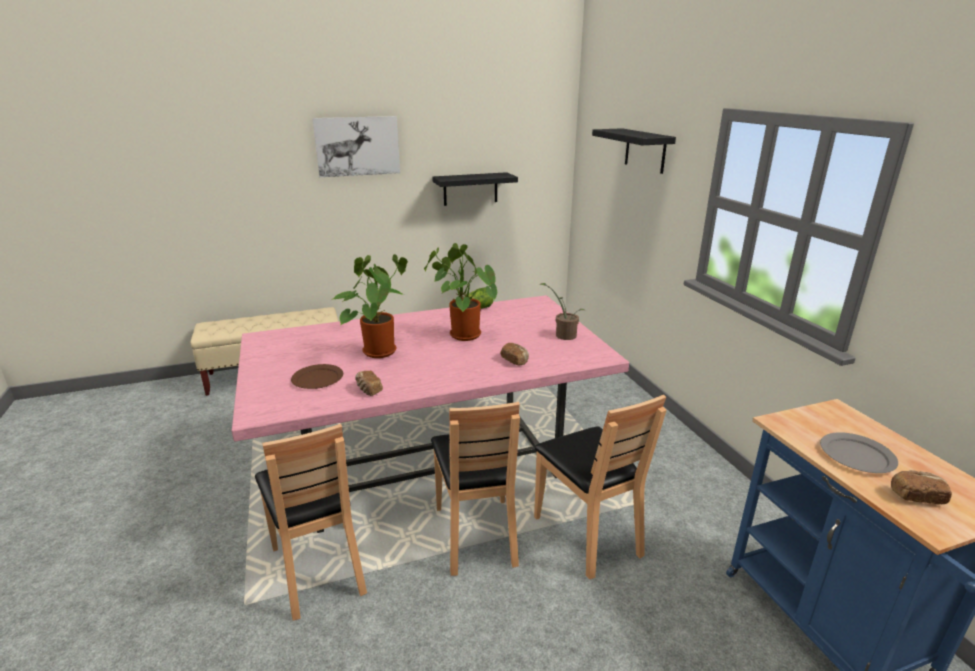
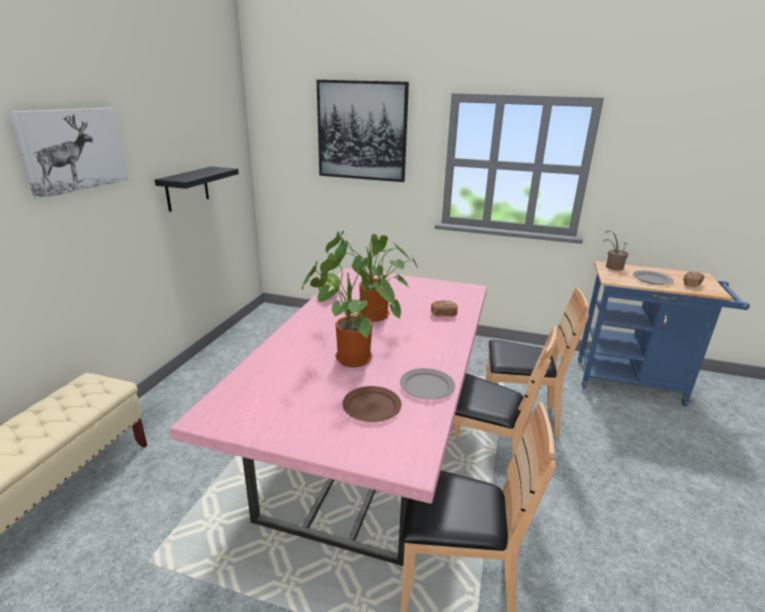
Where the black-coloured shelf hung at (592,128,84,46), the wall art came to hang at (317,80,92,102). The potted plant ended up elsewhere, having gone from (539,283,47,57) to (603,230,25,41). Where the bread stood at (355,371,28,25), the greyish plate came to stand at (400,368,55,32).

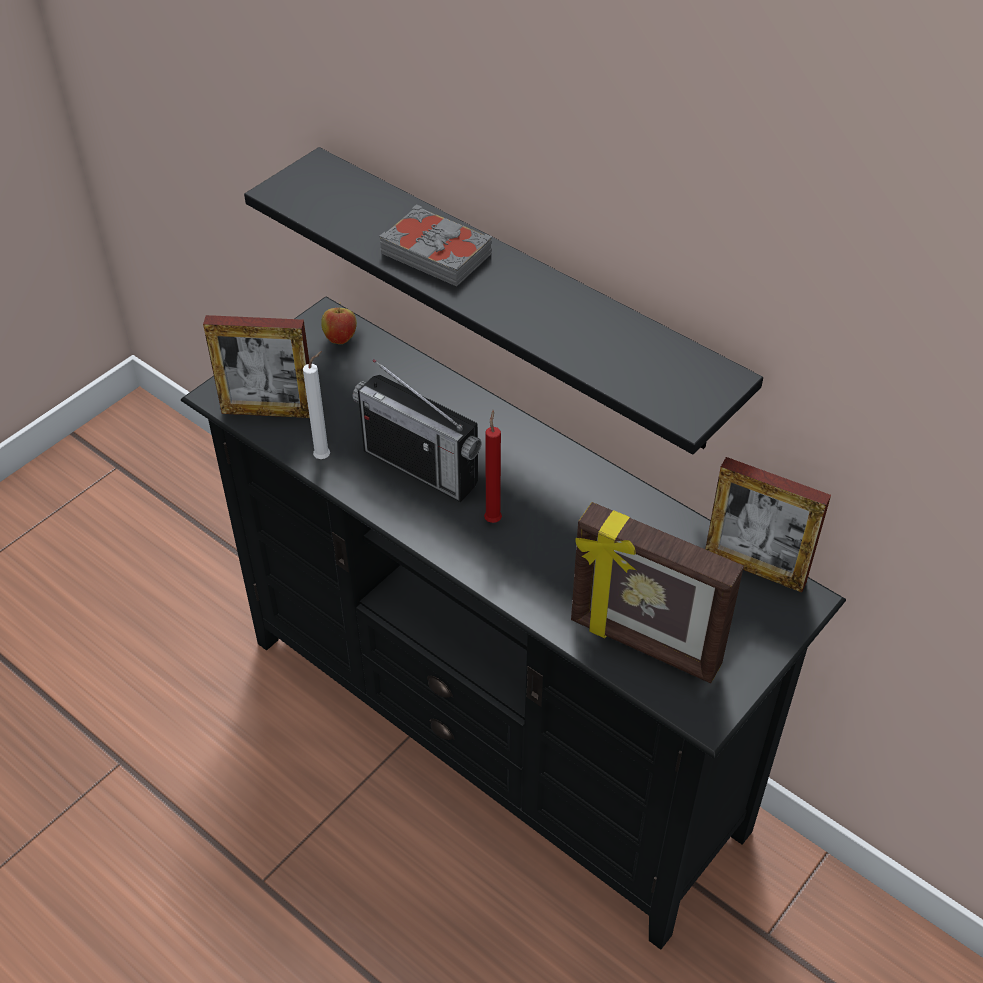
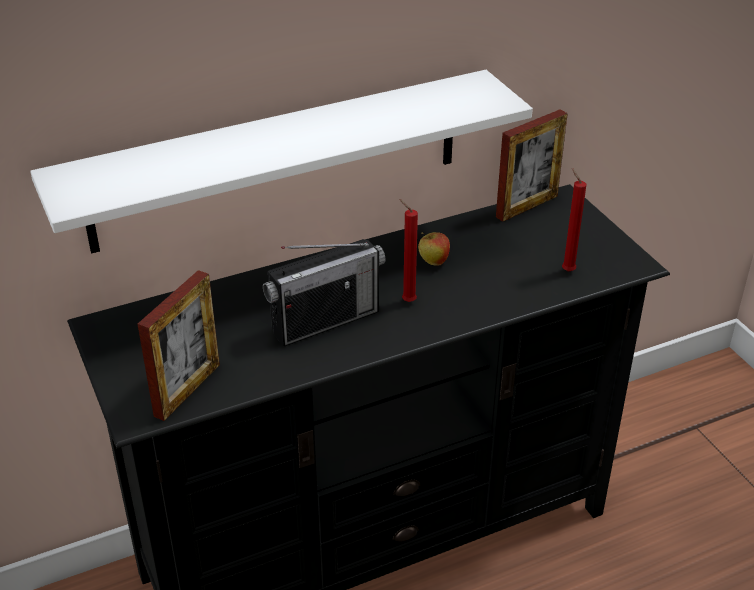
What was the black-coloured shelf at (244,147,519,307) turned into the whitish shelf at (30,70,503,184). The second view lost the greyish volume at (380,204,112,82). The apple ended up elsewhere, having gone from (321,302,36,42) to (418,232,32,34). The second view lost the whitish candle at (303,351,27,108). Where the photo frame stood at (571,502,173,181), the reddish candle came to stand at (562,168,24,104).

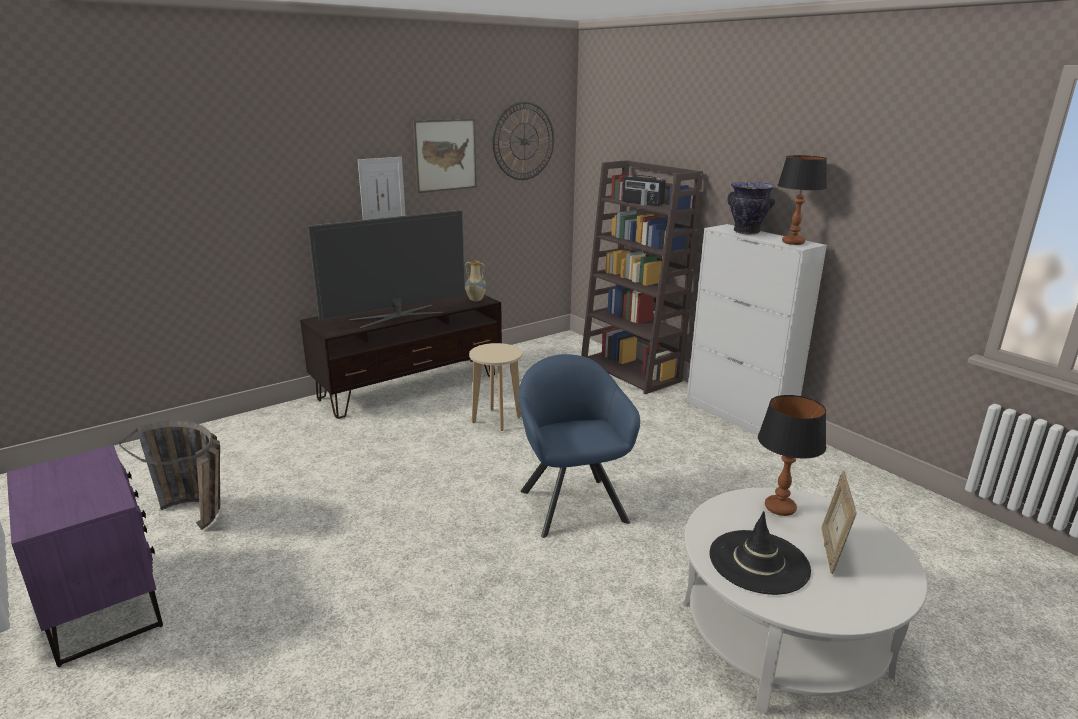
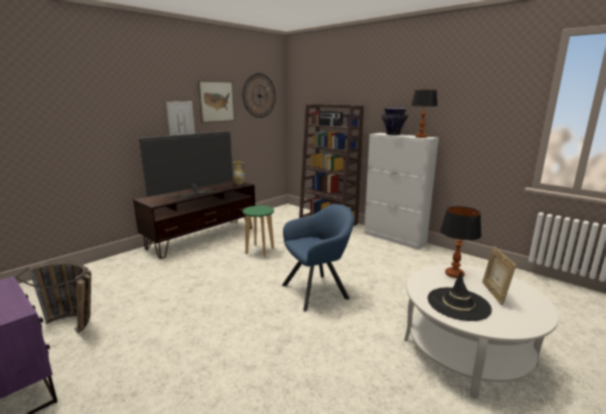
What was the beige stool at (469,343,53,88) turned into the green-coloured stool at (243,206,31,51). The blue armchair at (518,354,122,184) ended up facing another way, 90 degrees clockwise from before.

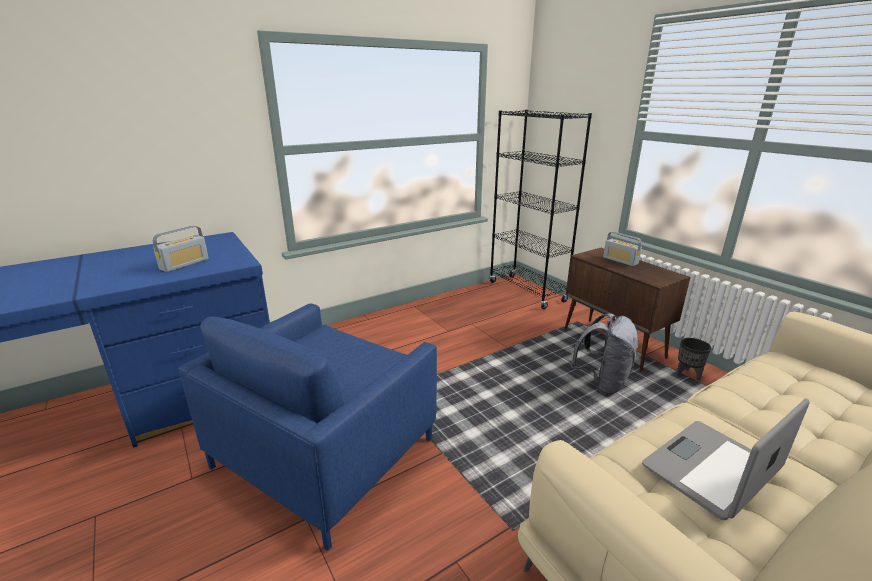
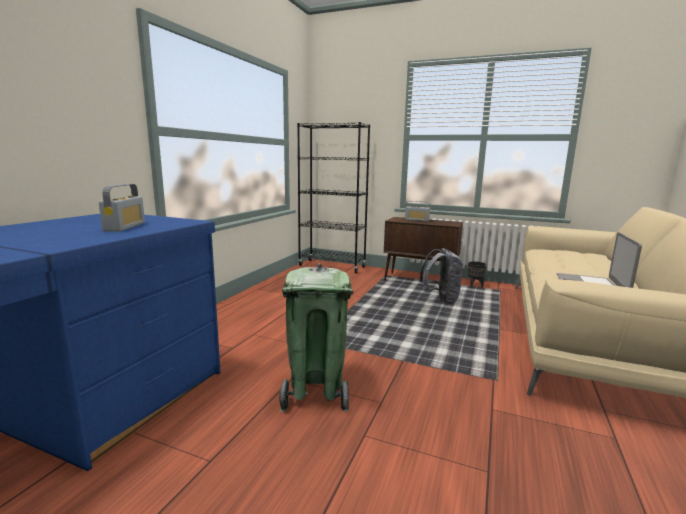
Where the blue armchair stood at (178,303,259,248), the green-coloured rubbish bin came to stand at (279,263,74,149).

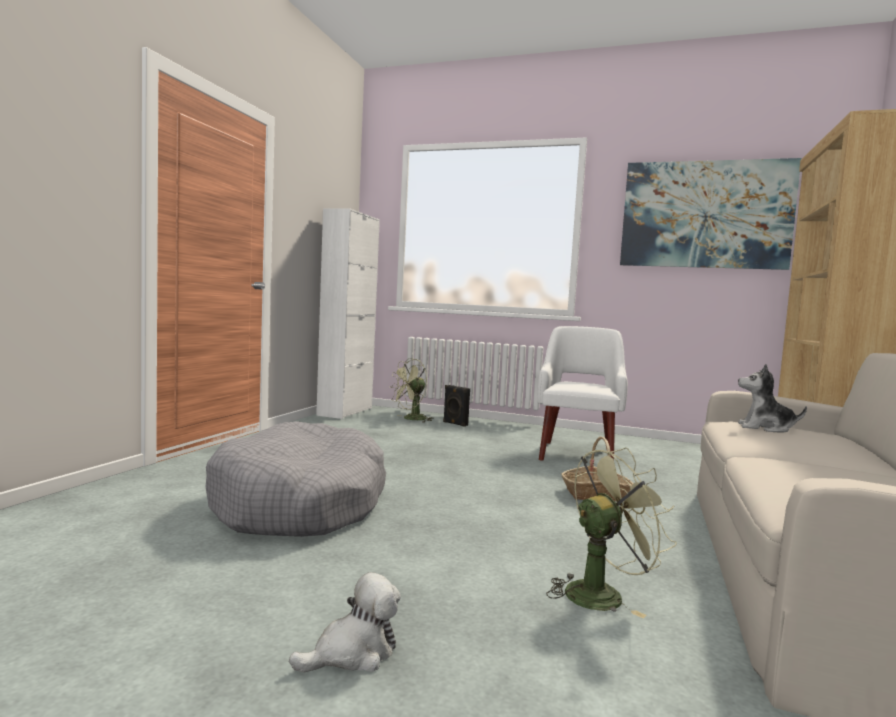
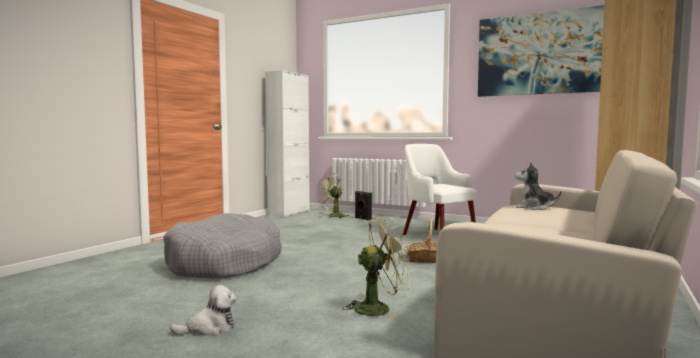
The whitish armchair at (537,326,91,135) ended up facing another way, 60 degrees counterclockwise from before.

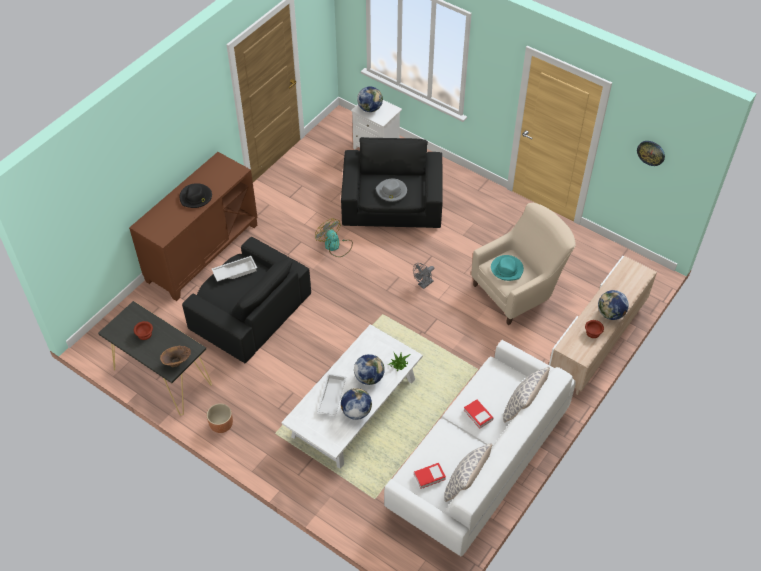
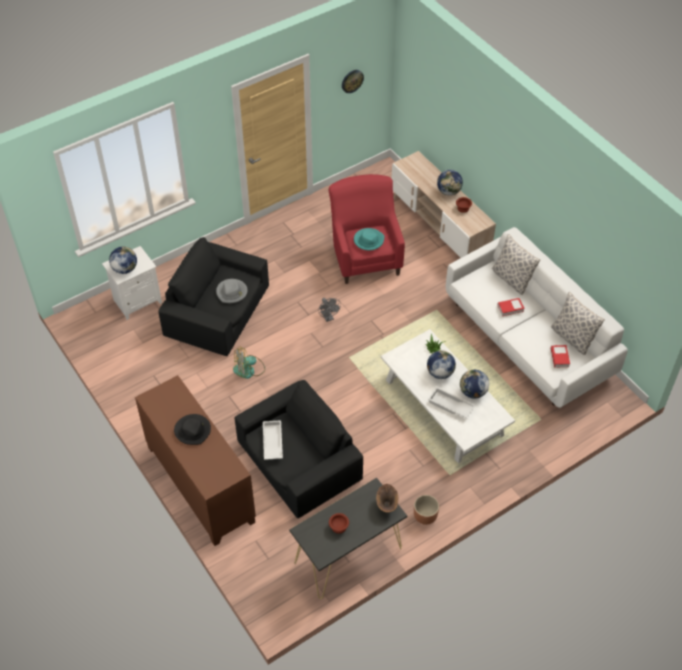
What was the beige armchair at (471,203,105,122) turned into the reddish armchair at (329,174,76,110).

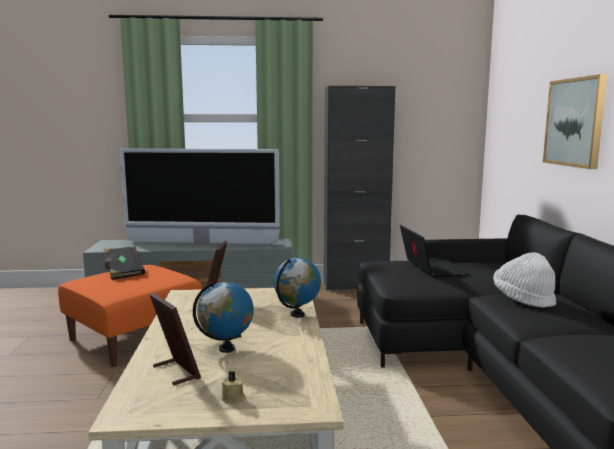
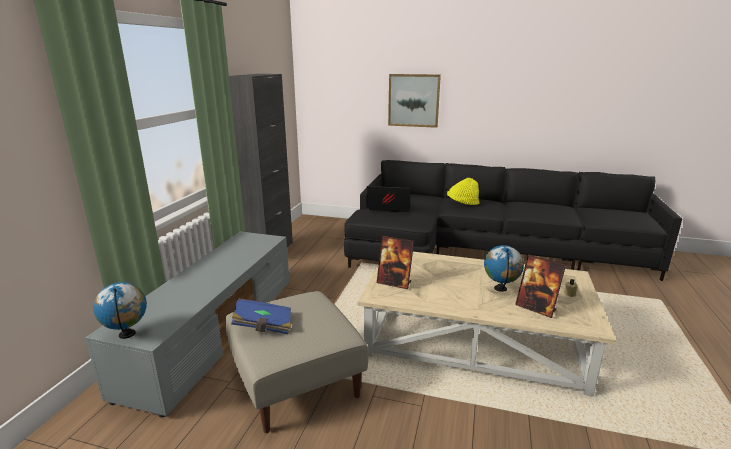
The second view lost the television at (120,149,160,95). What was the black-coloured volume at (104,246,41,34) turned into the blue volume at (231,298,60,36). What was the whitish wearable hat at (493,252,63,56) turned into the yellow wearable hat at (447,178,32,27). The globe ended up elsewhere, having gone from (274,258,47,59) to (93,282,54,57). What was the orange ottoman at (58,265,144,102) turned into the beige ottoman at (225,291,143,142). The photo frame at (149,293,52,93) ended up facing another way, 120 degrees counterclockwise from before.

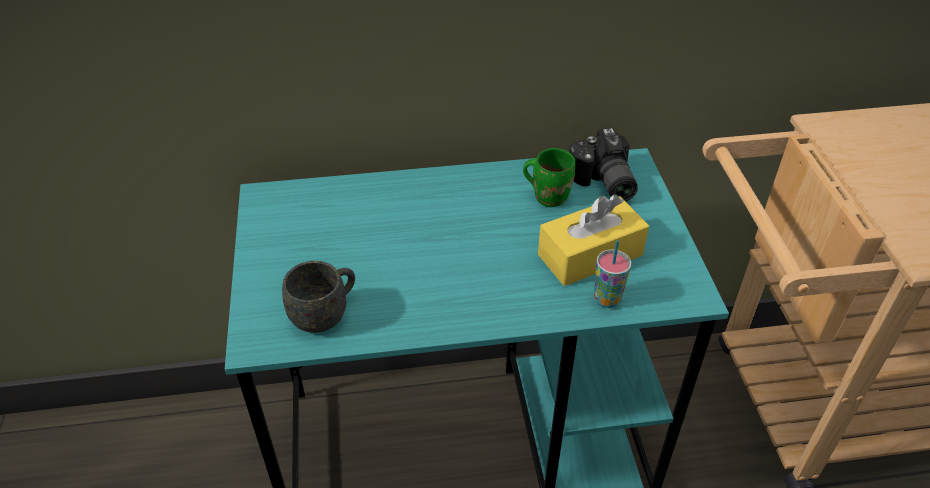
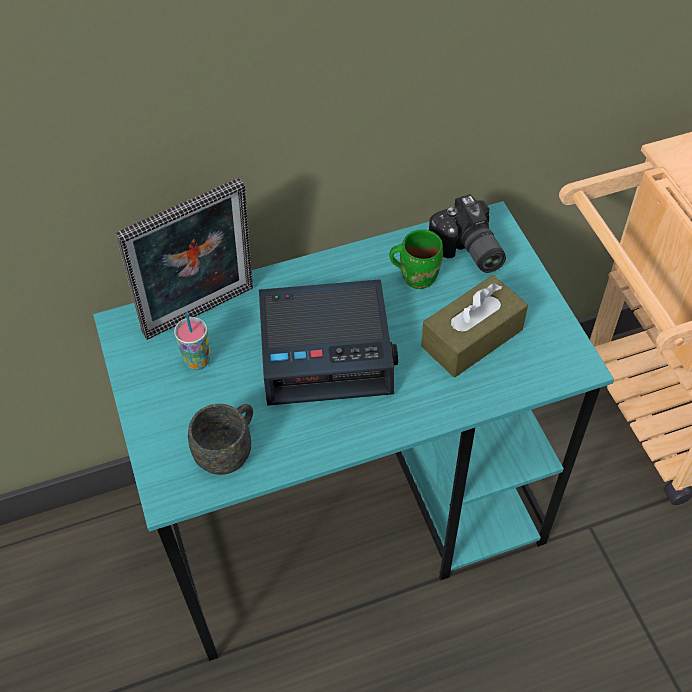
What was the yellow tissue box at (538,194,111,92) turned into the brown tissue box at (421,275,107,102). The drinking cup ended up elsewhere, having gone from (594,240,38,68) to (174,313,37,57). The second view gained the photo frame at (116,178,137,162). The second view gained the alarm clock at (259,279,139,127).

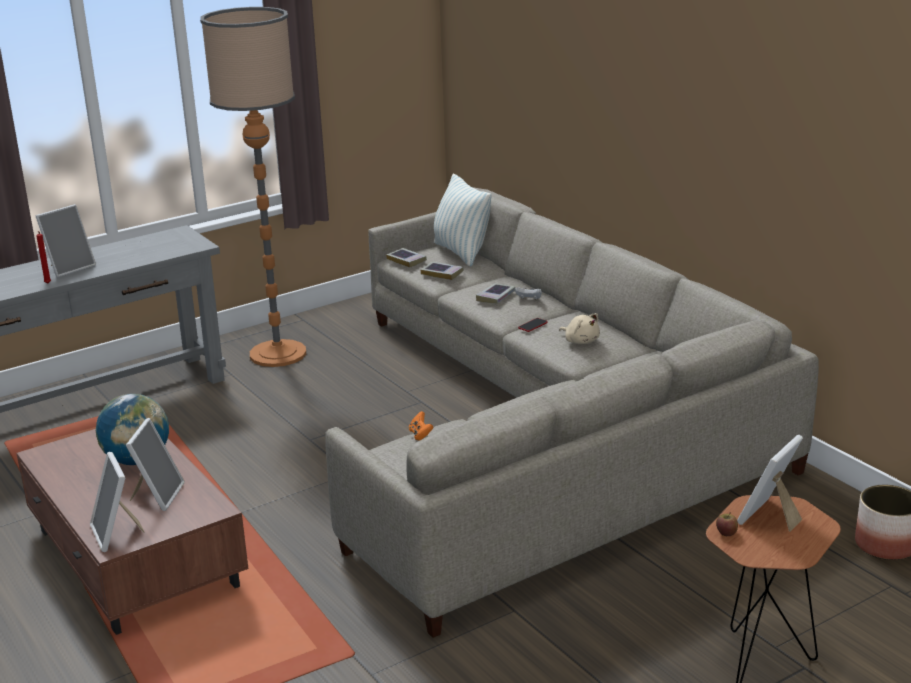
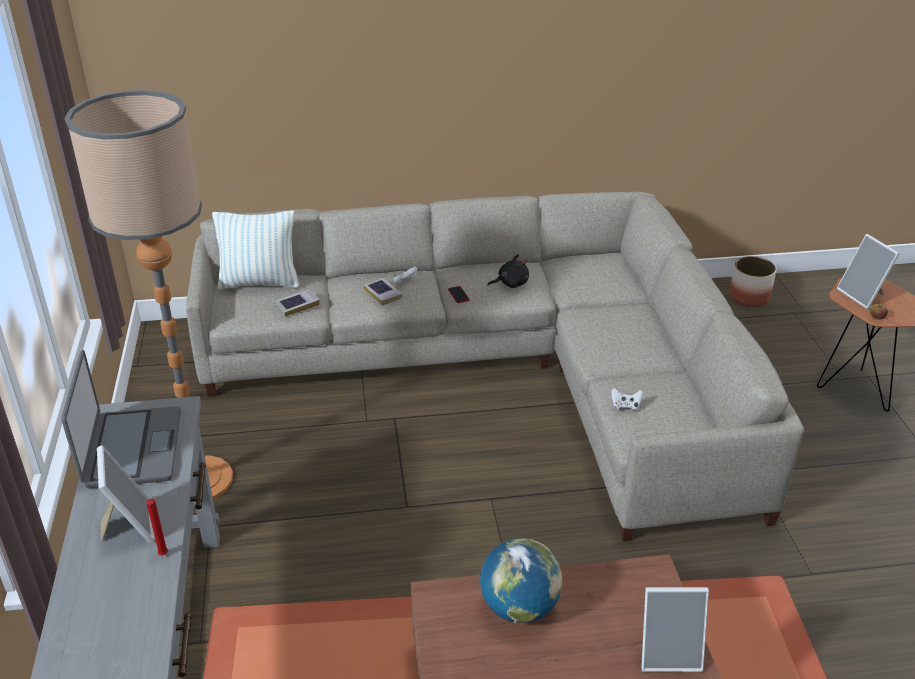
The second view lost the volume at (386,248,41,20). What was the beige soft toy at (559,313,41,31) turned into the black-coloured soft toy at (487,254,42,34). What was the orange joypad at (409,411,24,29) turned into the whitish joypad at (611,388,32,22). The second view lost the photo frame at (126,418,59,93). The second view gained the notebook computer at (61,350,120,138).

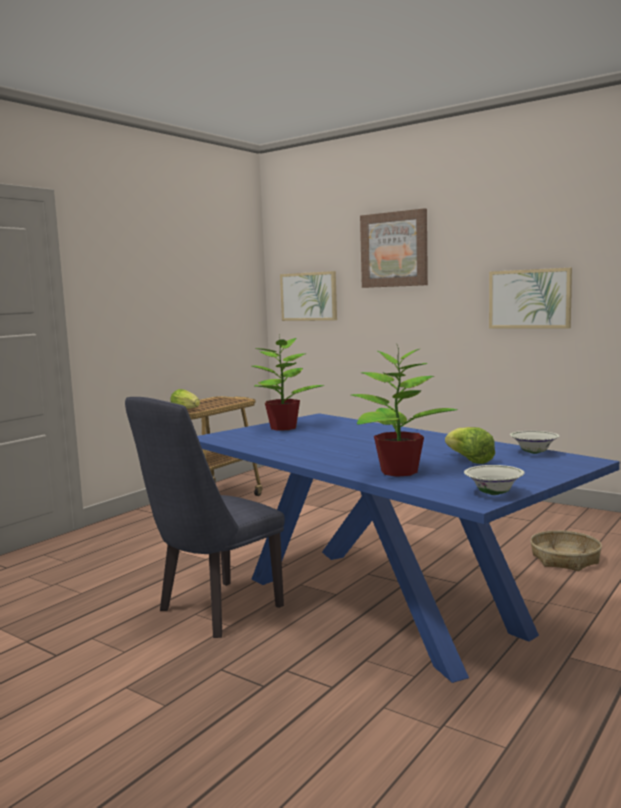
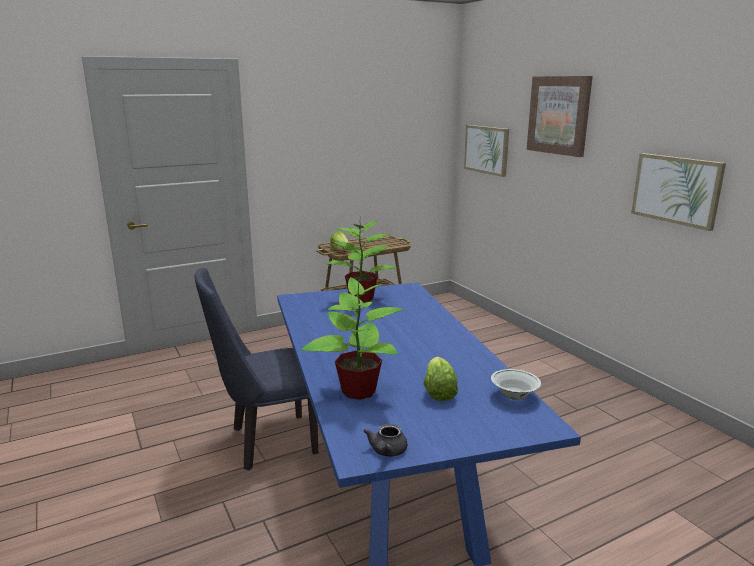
Where the whitish deep dish stood at (464,465,61,30), the greyish pot for tea came to stand at (363,424,45,33). The second view lost the basket at (530,530,72,41).

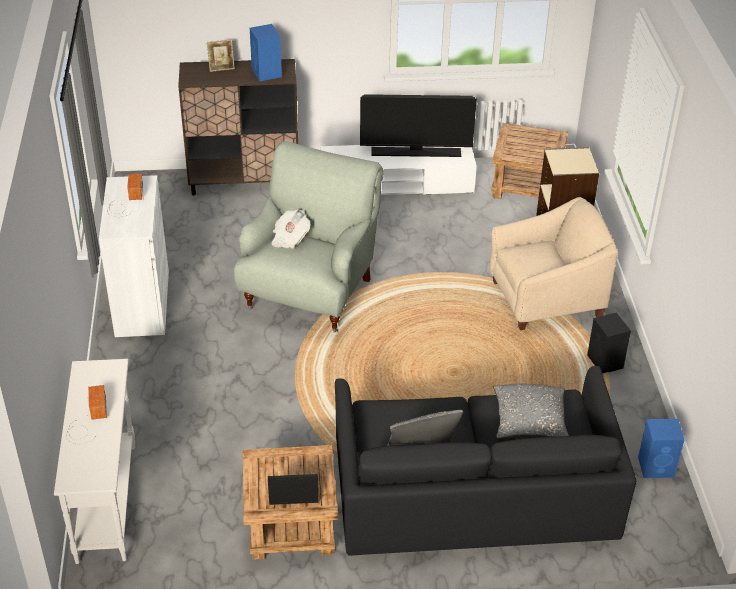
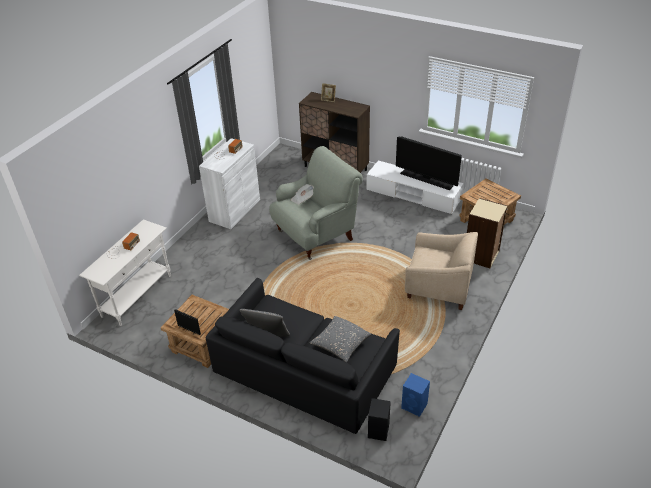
The second view lost the blue speaker at (250,24,32,57). The black-coloured speaker ended up elsewhere, having gone from (587,312,44,61) to (368,398,23,43).

